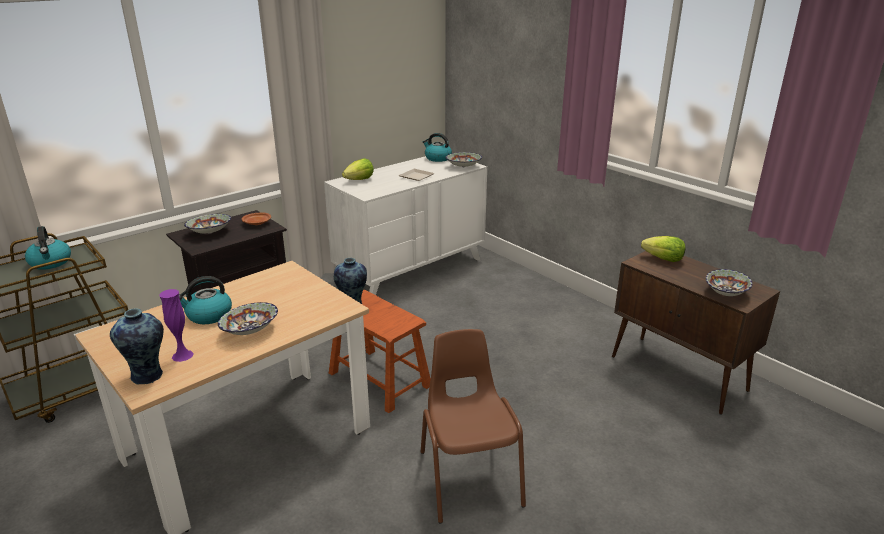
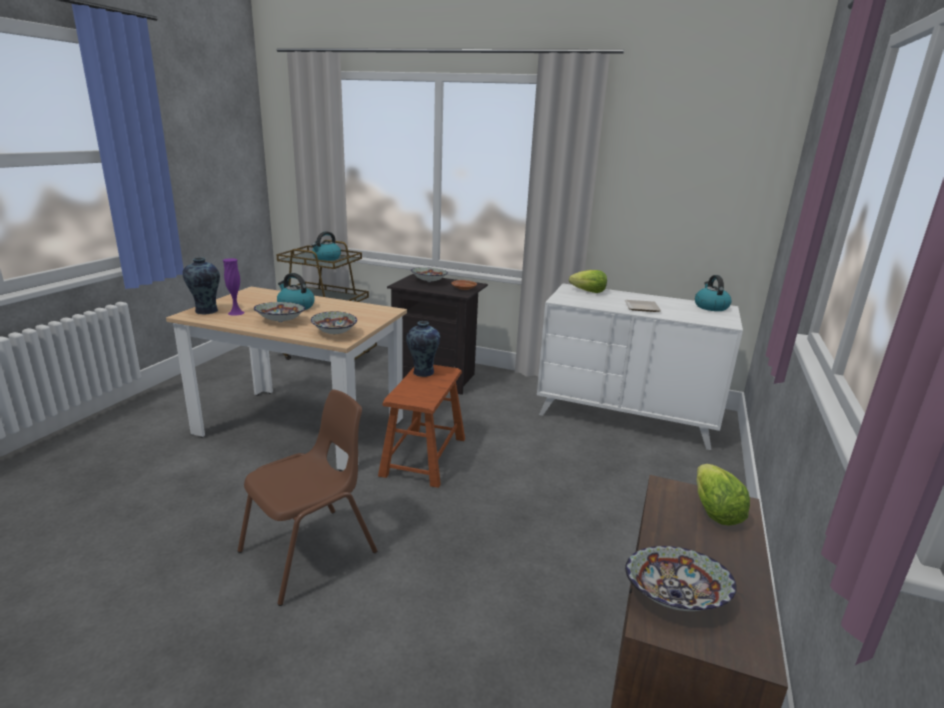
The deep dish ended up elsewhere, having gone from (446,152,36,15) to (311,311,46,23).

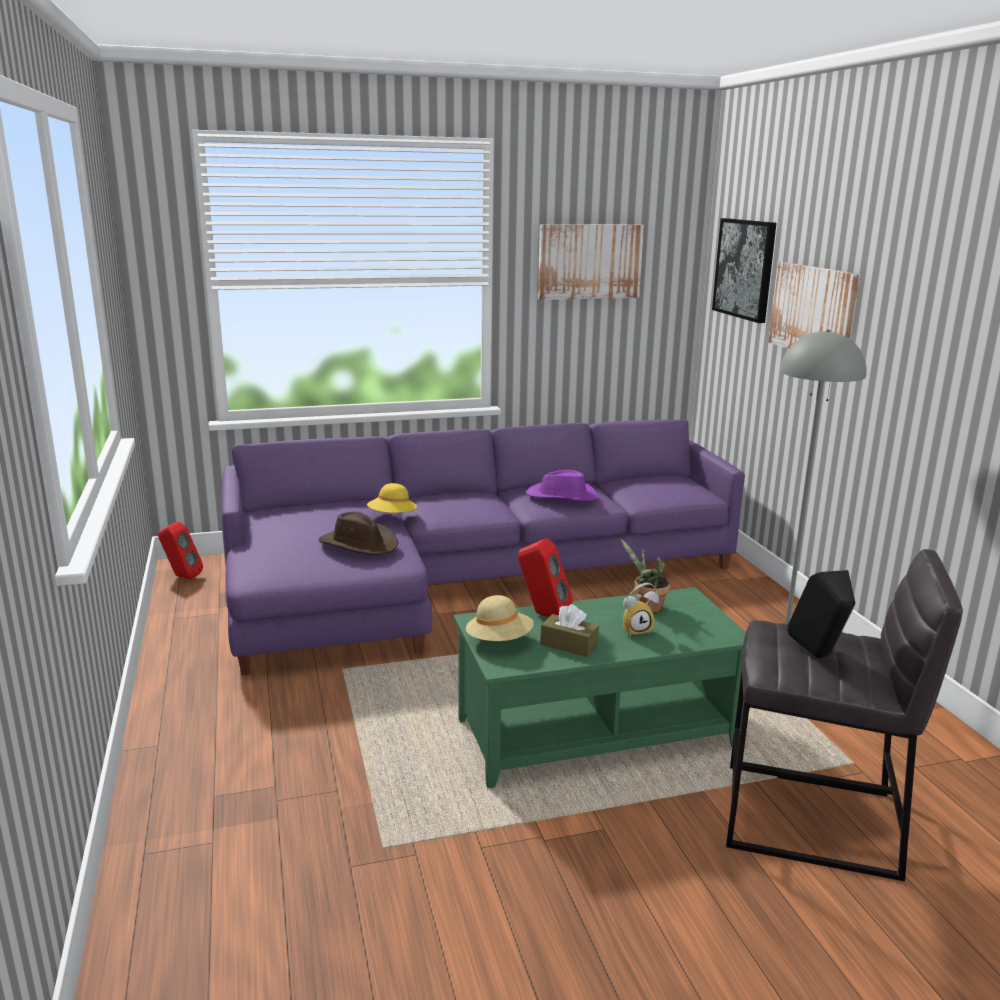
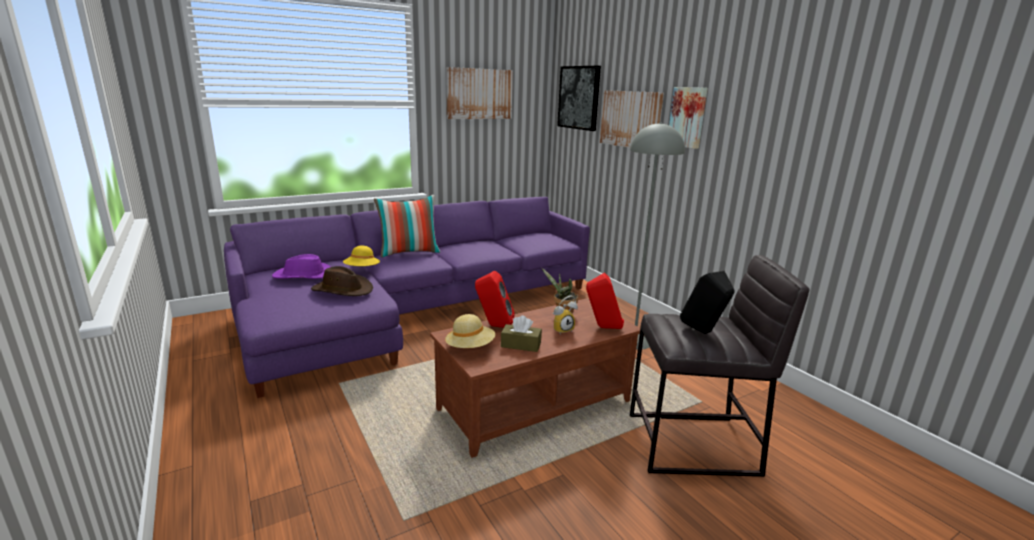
The purplish wearable hat ended up elsewhere, having gone from (526,470,72,31) to (272,254,59,25). The reddish speaker ended up elsewhere, having gone from (158,522,45,57) to (586,273,38,56). What was the green-coloured coffee table at (454,587,292,201) turned into the brown coffee table at (430,298,210,160). The second view gained the wall art at (669,87,39,62). The second view gained the throw pillow at (374,195,66,63).

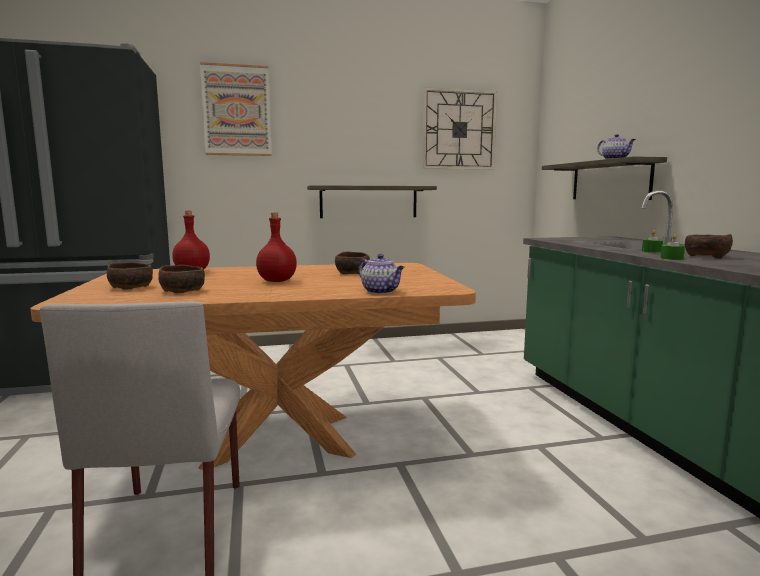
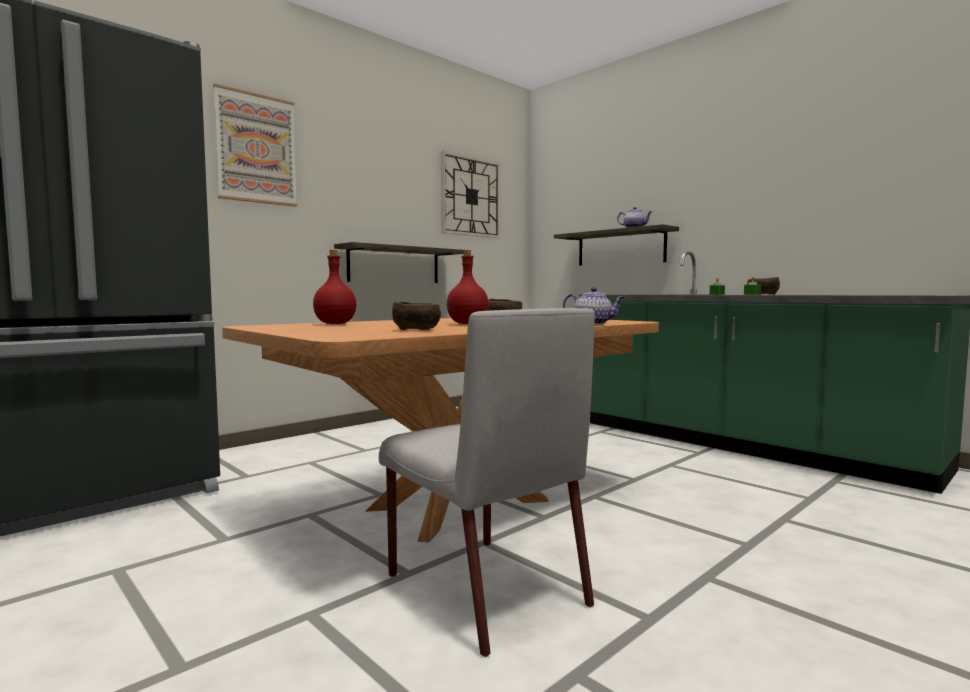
The second view lost the brown deep dish at (107,262,46,27).

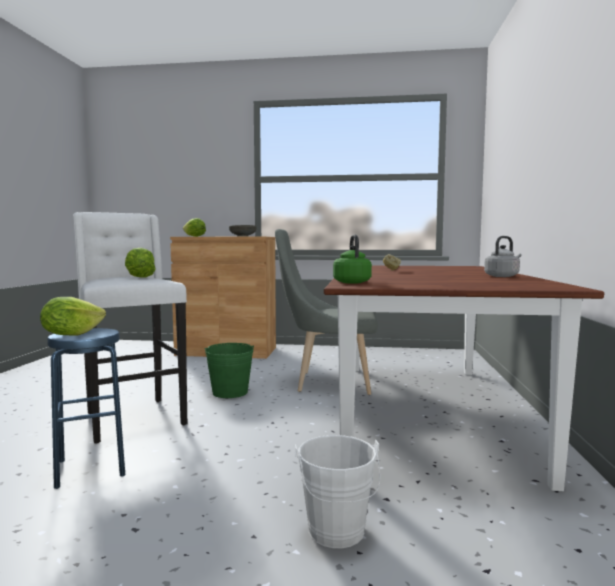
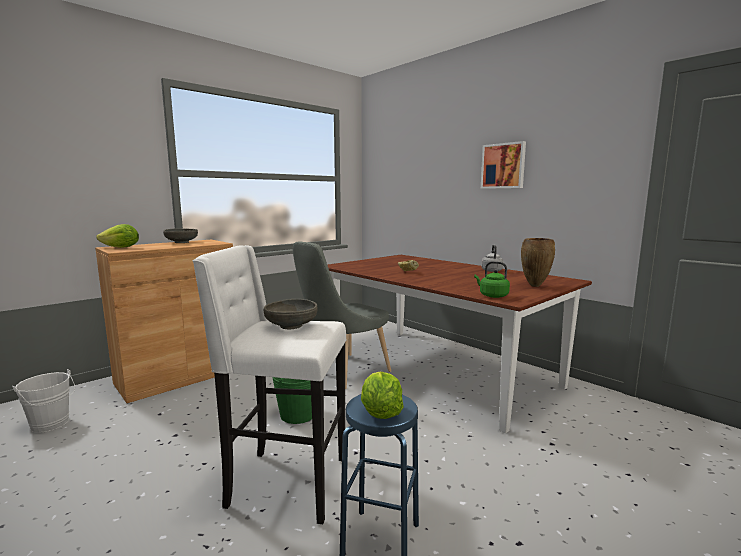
Where the lettuce head stood at (125,248,30,30), the greyish deep dish came to stand at (264,299,54,30). The whitish water bucket ended up elsewhere, having gone from (295,435,86,113) to (12,369,63,64). The second view gained the wall art at (481,141,45,48). The second view gained the brown flower vase at (521,238,34,49).

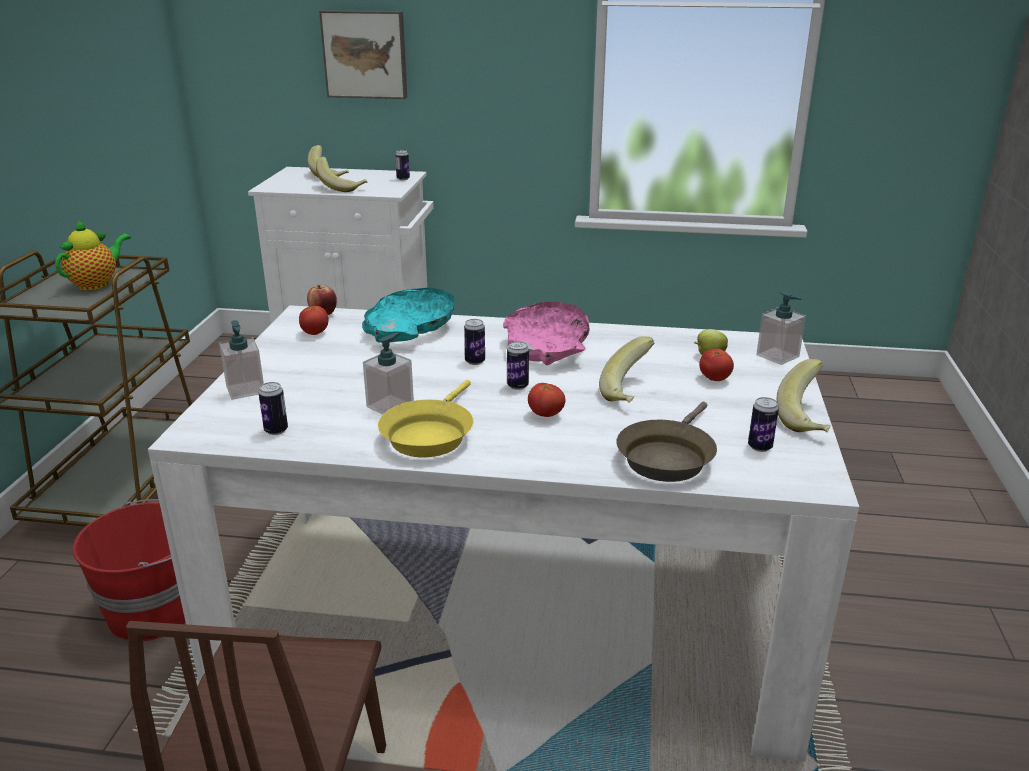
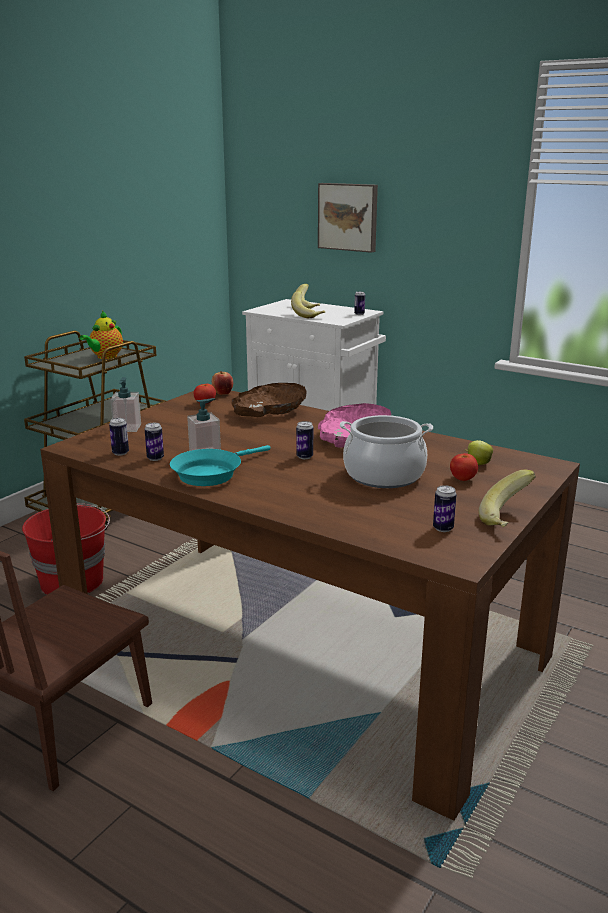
The pot for tea at (55,219,76,71) ended up facing another way, 150 degrees clockwise from before. What was the turquoise deep dish at (362,288,93,55) turned into the brown deep dish at (231,383,76,34). The second view lost the soap bottle at (756,291,50,74). What was the whitish kitchen table at (148,305,711,457) turned into the brown kitchen table at (40,391,540,430). The sealed can ended up elsewhere, having gone from (464,319,21,46) to (145,423,19,38). Where the whole banana stood at (599,336,55,67), the stockpot came to stand at (340,415,93,73). What was the yellow skillet at (378,380,95,77) turned into the turquoise skillet at (170,445,101,41). The second view lost the tomato at (528,383,37,34). The second view lost the brown skillet at (616,402,101,80).

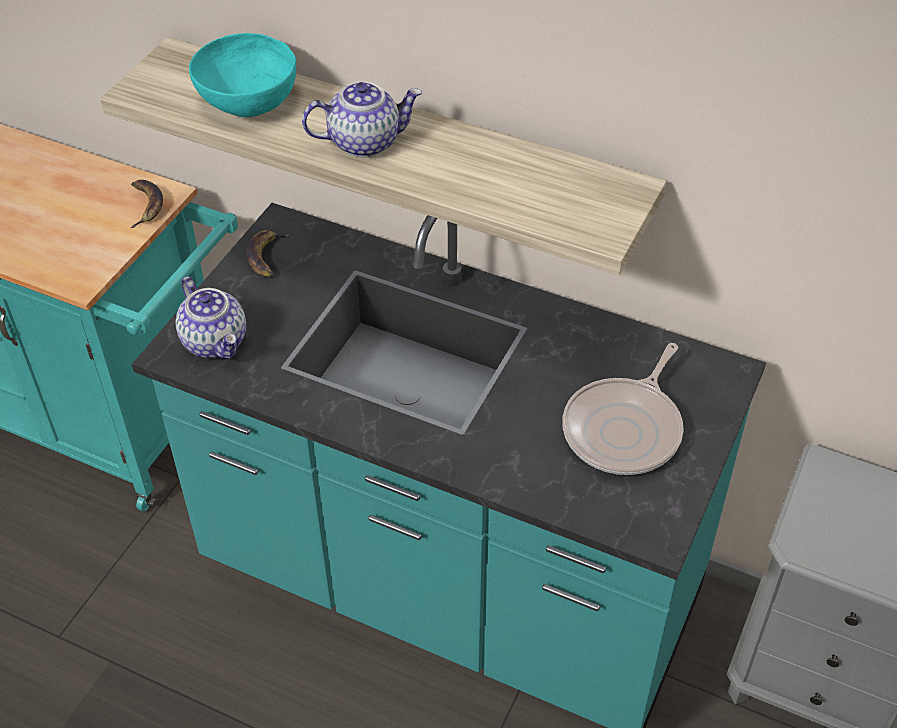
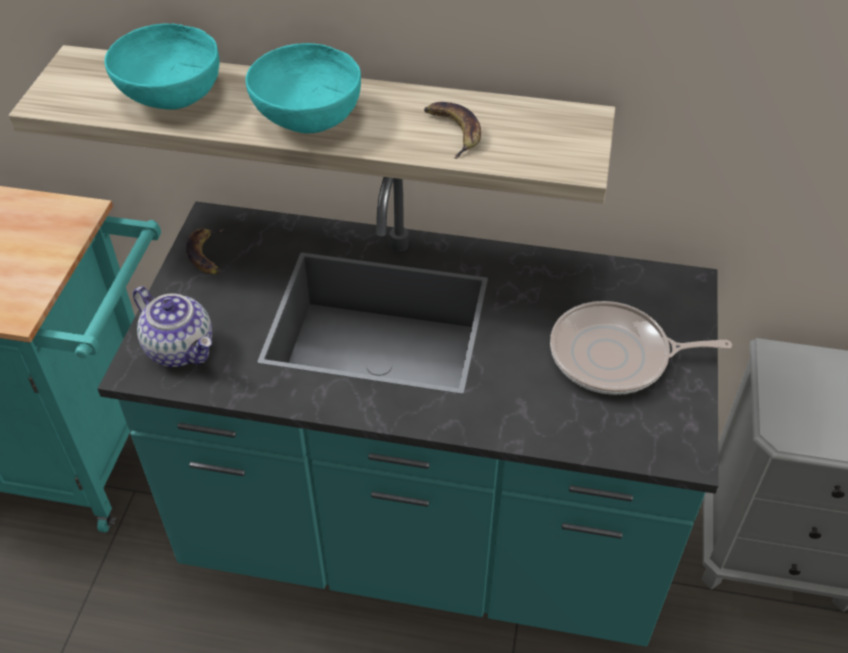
Where the pot for tea stood at (302,81,120,76), the turquoise deep dish came to stand at (245,43,116,91). The whole banana ended up elsewhere, having gone from (131,180,32,48) to (424,102,57,57). The skillet at (562,343,121,132) ended up facing another way, 75 degrees clockwise from before.

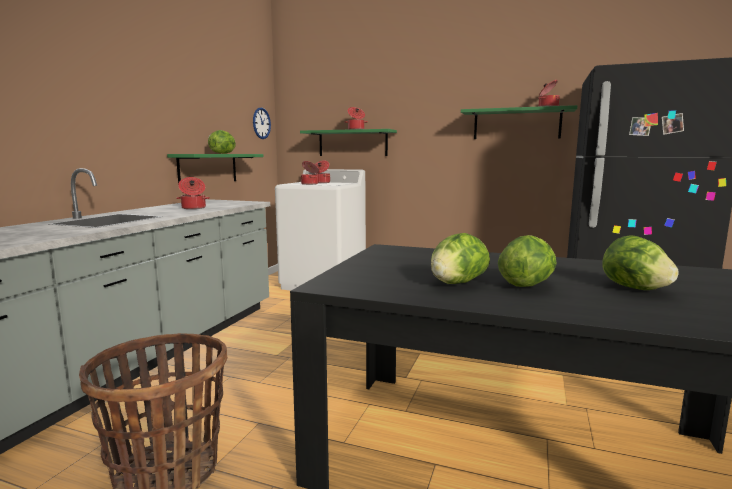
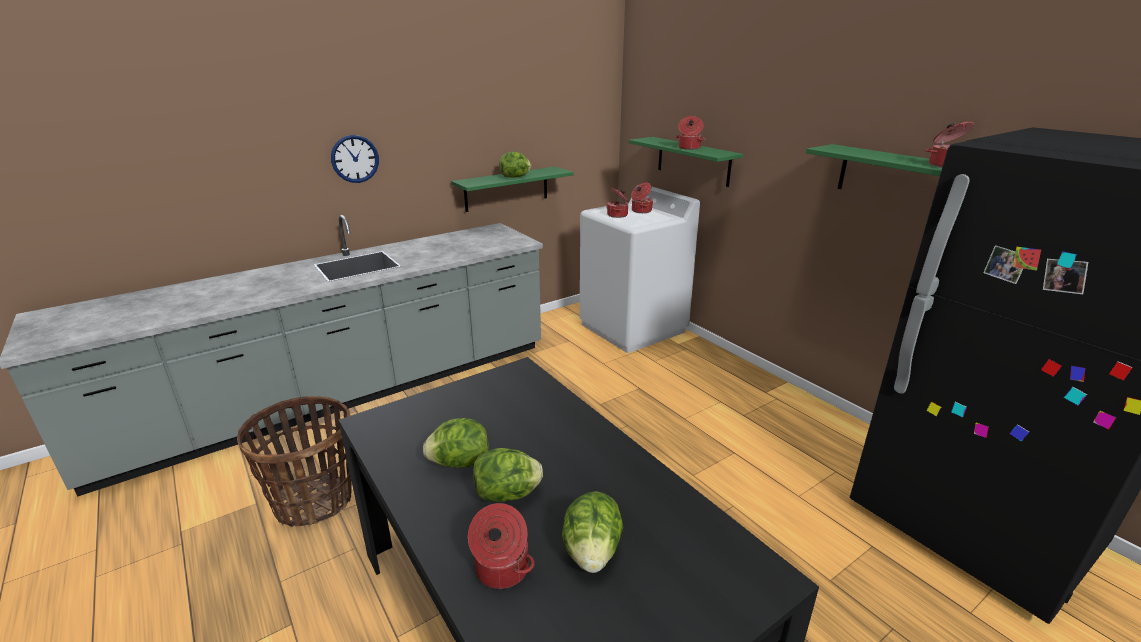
The clock on the wall ended up elsewhere, having gone from (253,108,18,31) to (331,135,48,48). The stockpot ended up elsewhere, having gone from (176,177,34,32) to (468,503,66,86).

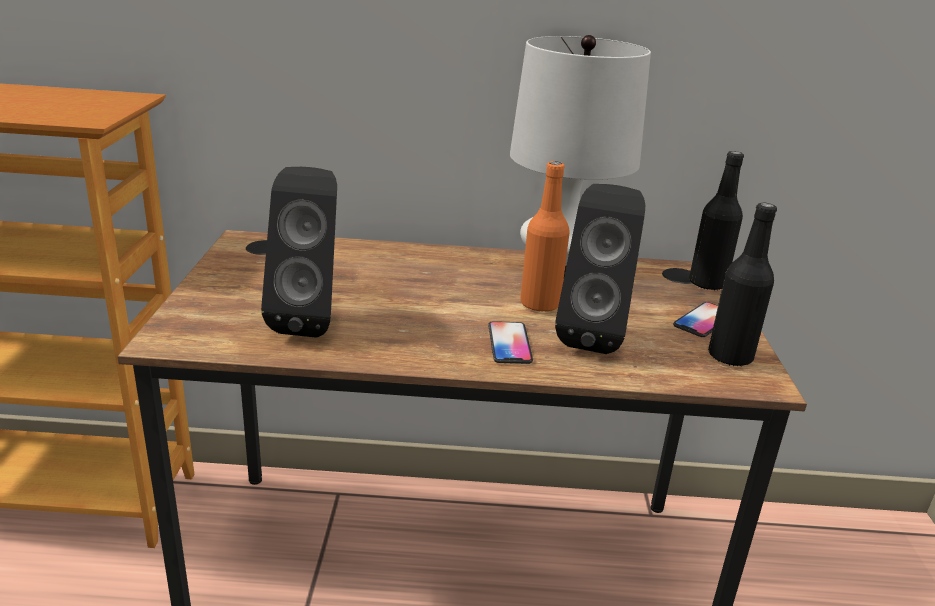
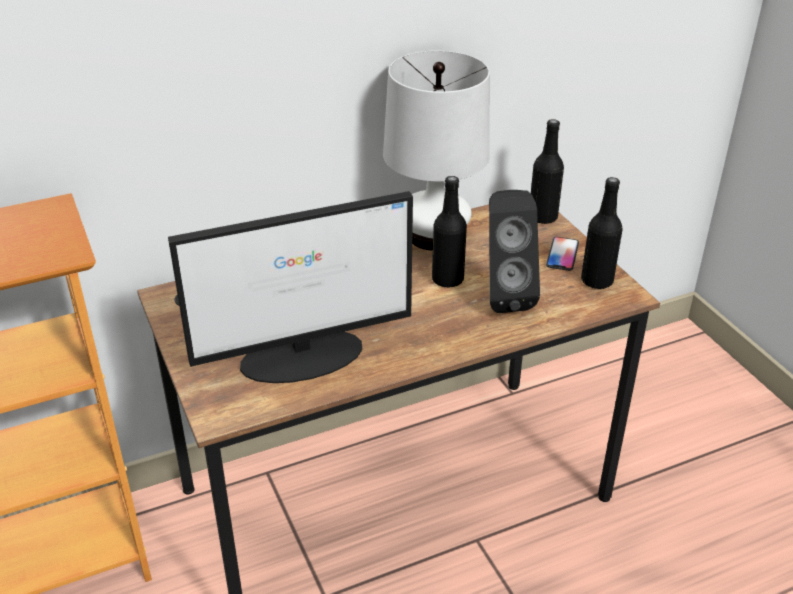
What was the orange bottle at (520,161,50,151) turned into the black-coloured bottle at (432,176,35,112). Where the black-coloured speaker stood at (261,167,76,171), the computer screen came to stand at (168,191,245,192). The second view lost the telephone at (488,321,45,43).

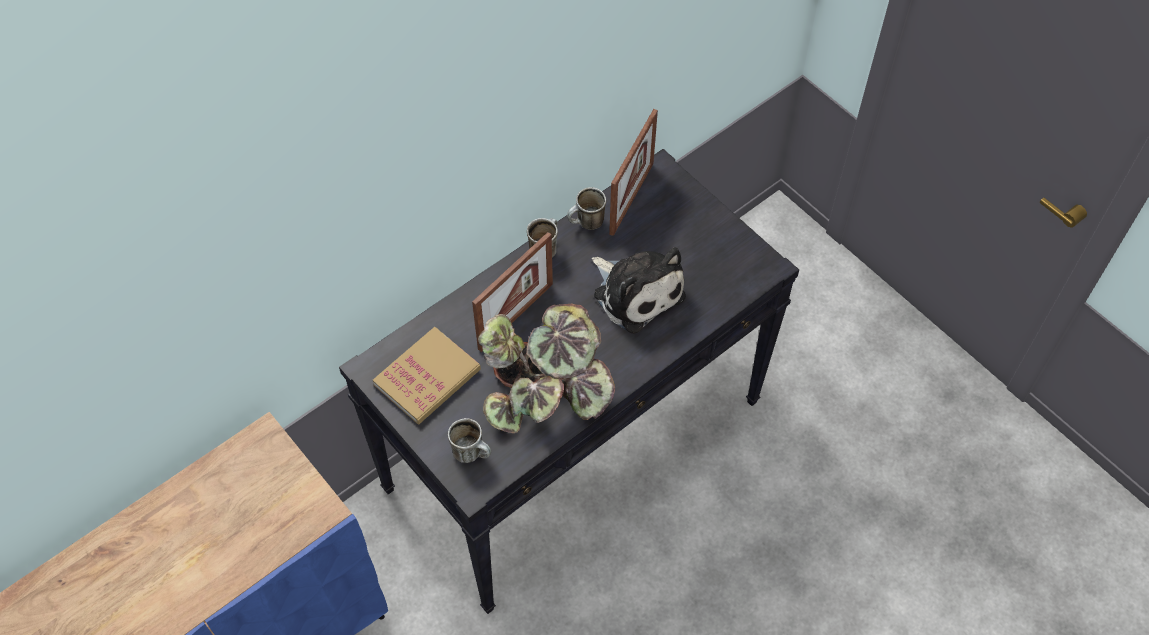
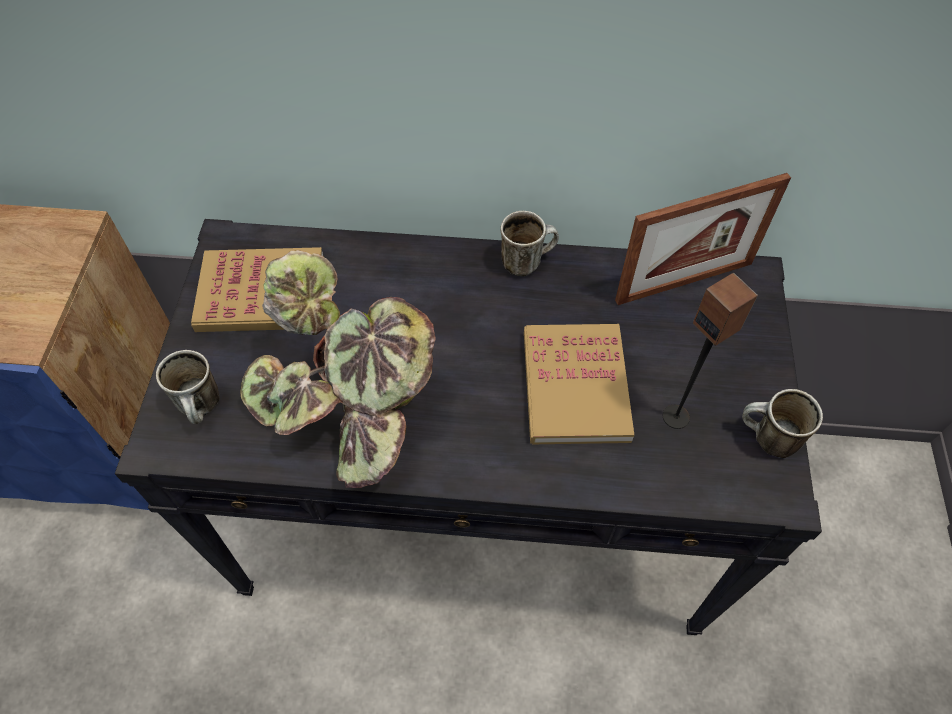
The tea mug ended up elsewhere, having gone from (567,187,39,43) to (742,389,81,69). The second view lost the photo frame at (472,232,81,120). Where the soft toy stood at (592,247,94,87), the volume came to stand at (524,324,110,120). The second view gained the speaker at (663,273,95,156).

